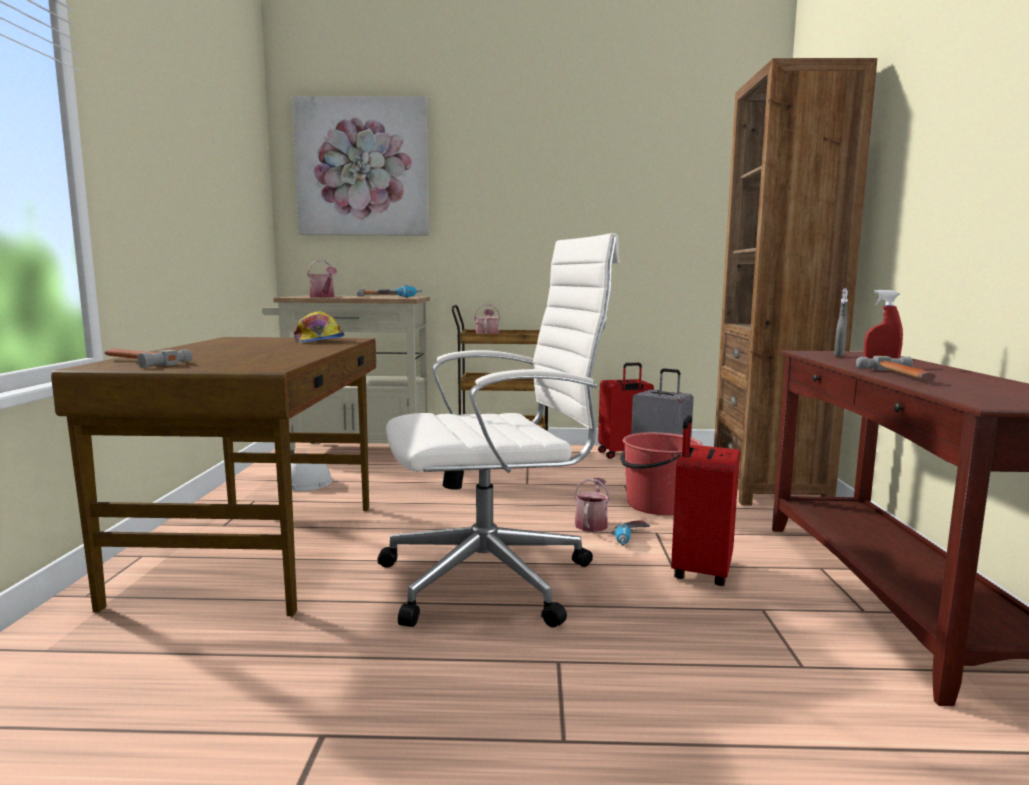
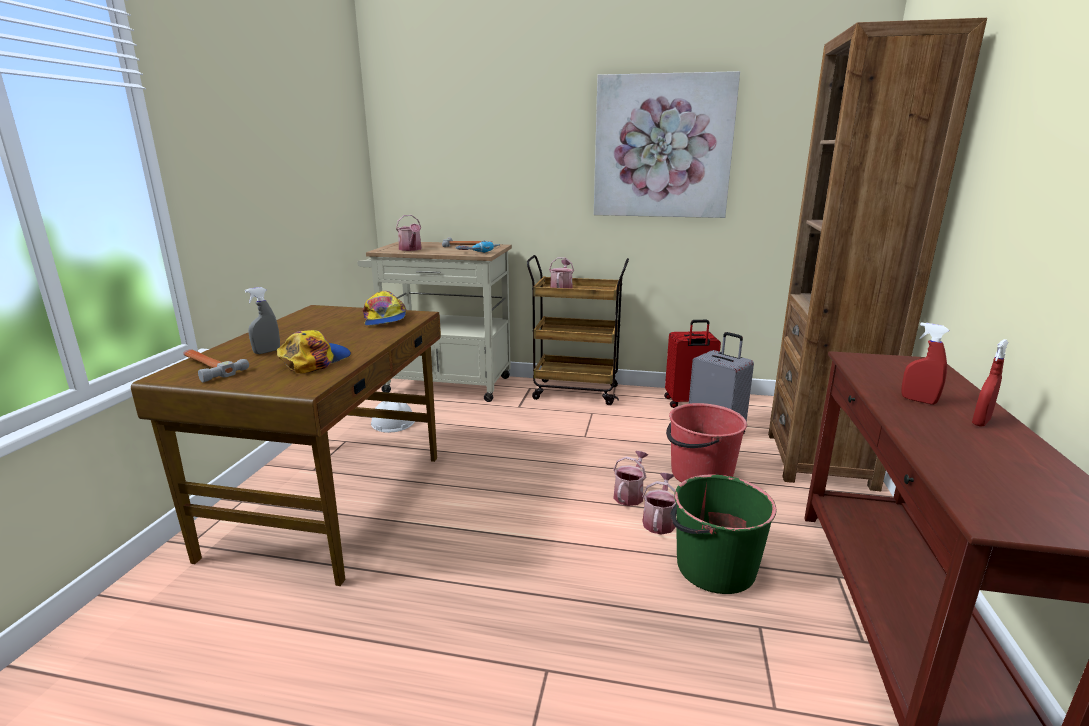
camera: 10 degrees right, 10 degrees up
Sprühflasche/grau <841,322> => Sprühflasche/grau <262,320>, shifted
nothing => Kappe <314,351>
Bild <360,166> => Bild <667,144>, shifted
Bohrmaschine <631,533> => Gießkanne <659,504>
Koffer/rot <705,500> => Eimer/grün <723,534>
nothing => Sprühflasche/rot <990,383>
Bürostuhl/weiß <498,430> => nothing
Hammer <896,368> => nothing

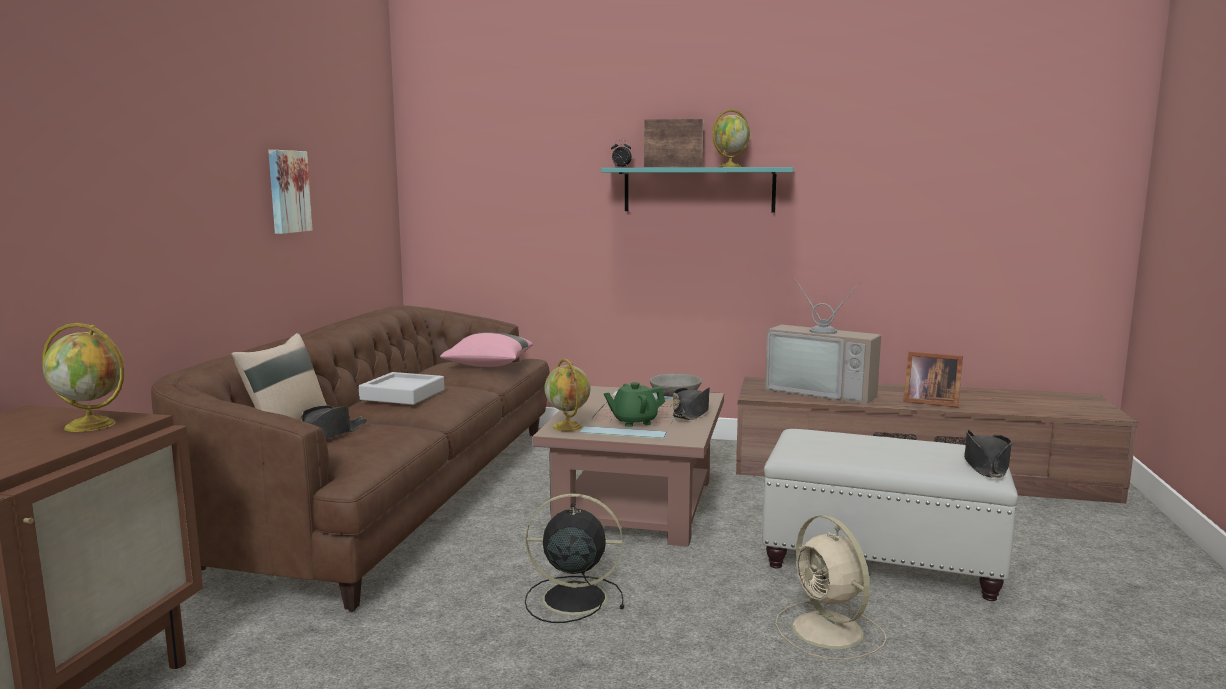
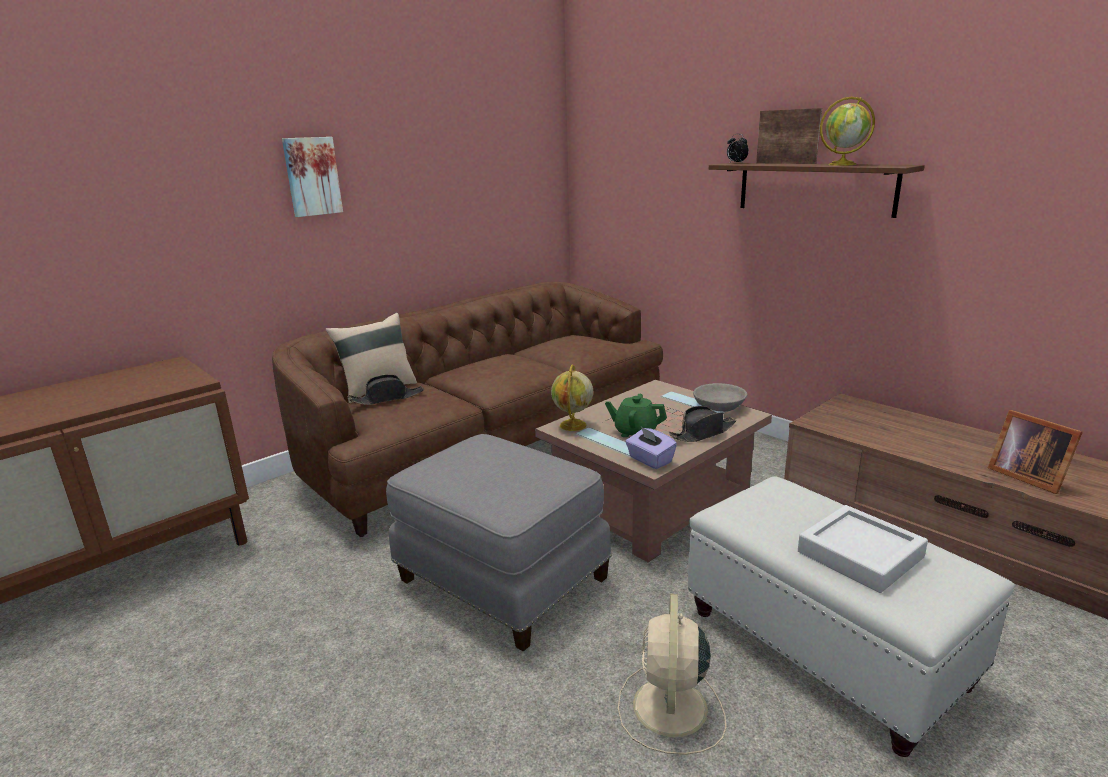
camera: 35 degrees right, 10 degrees up
Bild <290,192> => Bild <312,177>, shifted
Ventilator/schwarz <574,558> => Polsterhocker/grau <499,543>
nothing => Taschentuchbox/lila <651,448>
Wandregal/türkis <697,189> => Wandregal/braun <817,190>
Tablett/grau <401,388> => Tablett/grau <863,549>, shifted
Globus <83,377> => nothing
Kissen/rosa <486,350> => nothing
Fernseher <823,341> => nothing
Hut/schwarz <988,454> => nothing

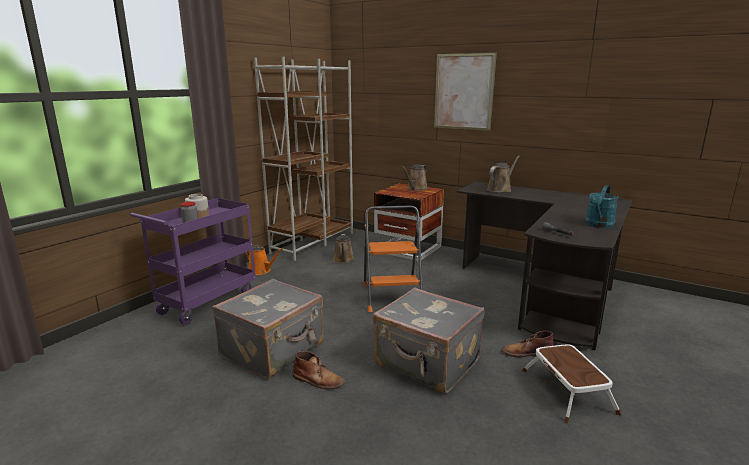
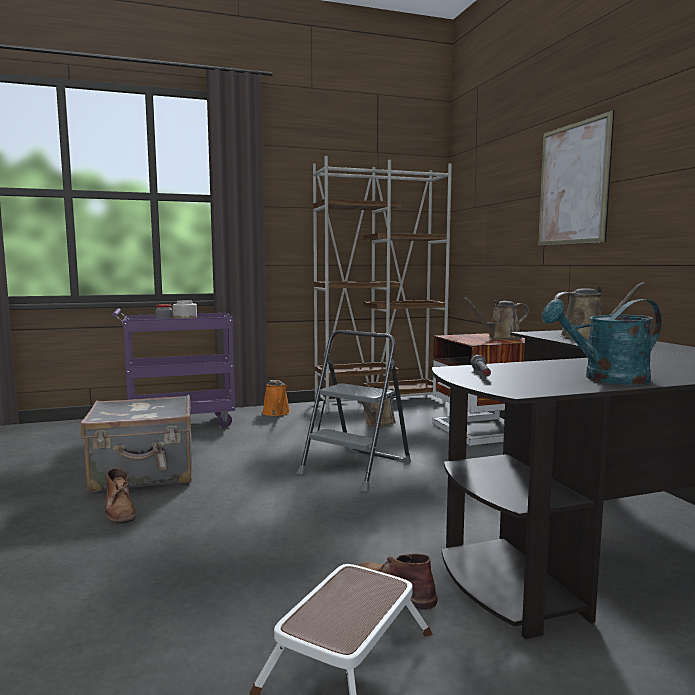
camera: 40 degrees right, 10 degrees down
Trittleiter/orange <392,259> => Trittleiter/grau <354,410>
Koffer/grau <428,341> => nothing

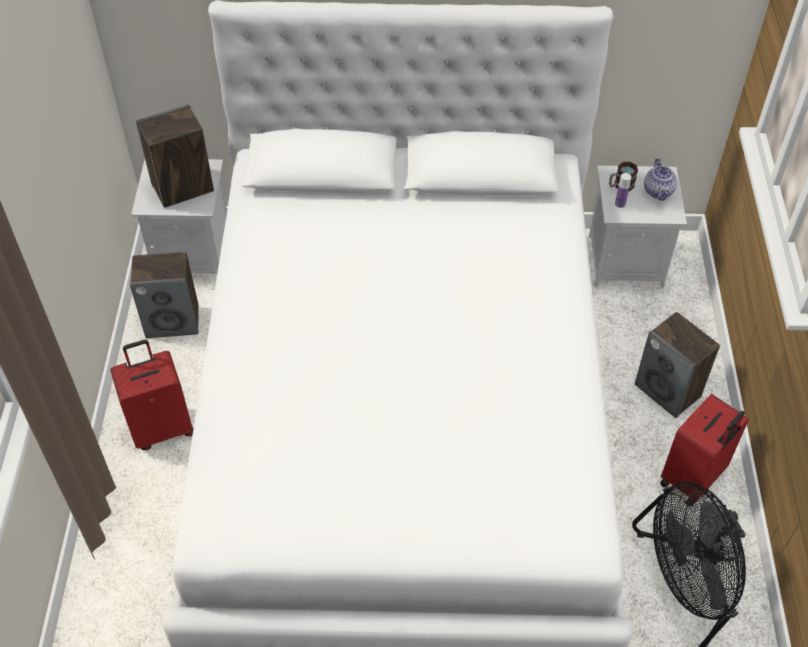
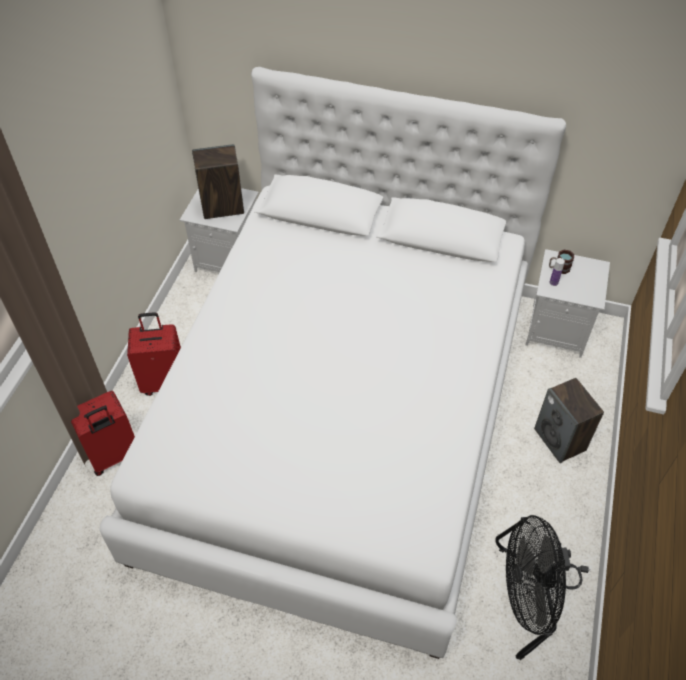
camera: 15 degrees right, 0 degrees up
Koffer/rot <704,450> => Koffer/rot <103,433>, shifted
Lautsprecher <164,295> => nothing
Teekanne <660,179> => nothing

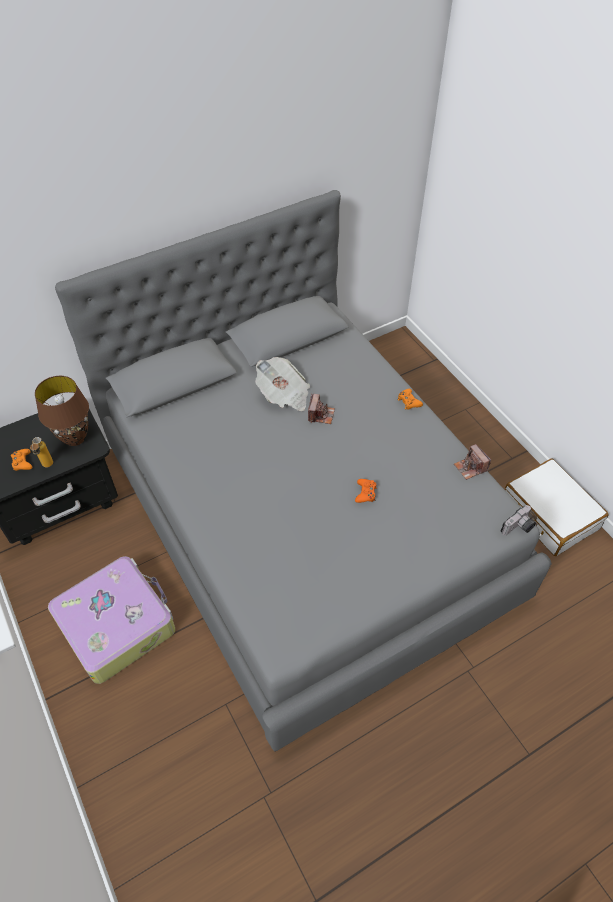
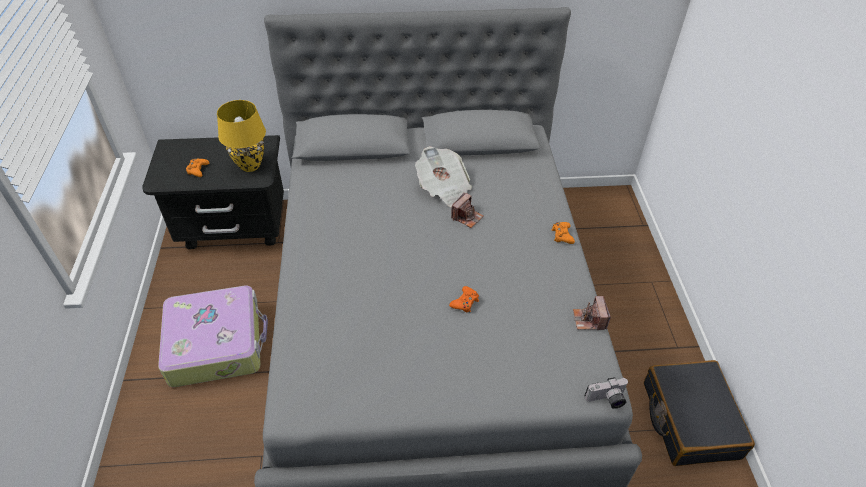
camera: 25 degrees right, 5 degrees down
Tischlampe/braun <62,411> => Tischlampe/gelb <241,136>
Koffer/weiß <557,507> => Koffer/schwarz <699,413>
Flasche <41,452> => nothing

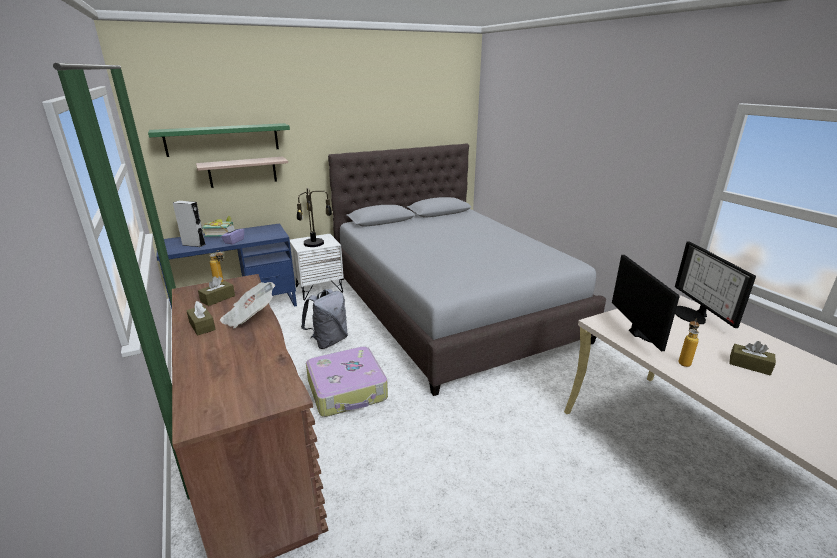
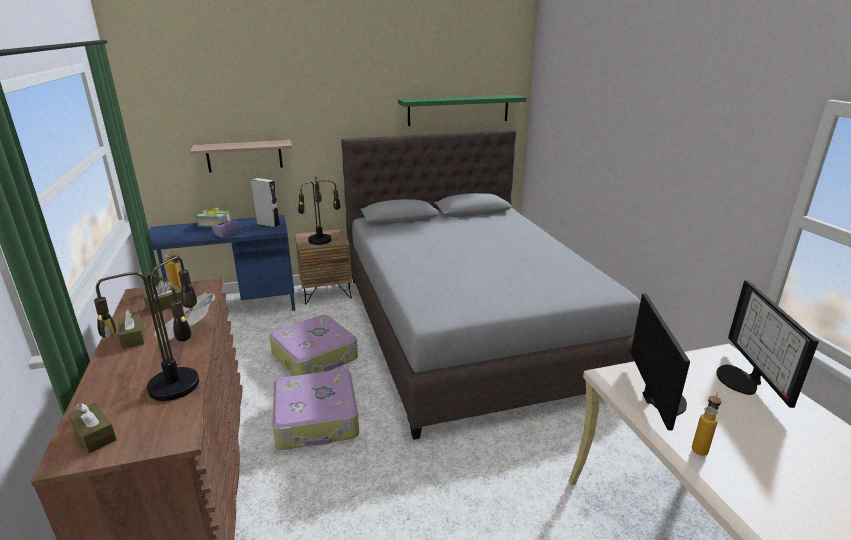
camera: 10 degrees right, 0 degrees up
Taschentuchbox/braun <752,358> => Taschentuchbox/braun <92,428>, shifted
nothing => Tischlampe <146,328>
Lautsprecher/grau <189,224> => Lautsprecher/grau <265,203>, shifted
Rucksack/grau <324,319> => Koffer <313,345>
Nachttisch/weiß <317,267> => Nachttisch/braun <323,266>
Wandregal/grün <219,140> => Wandregal/grün <462,110>, shifted

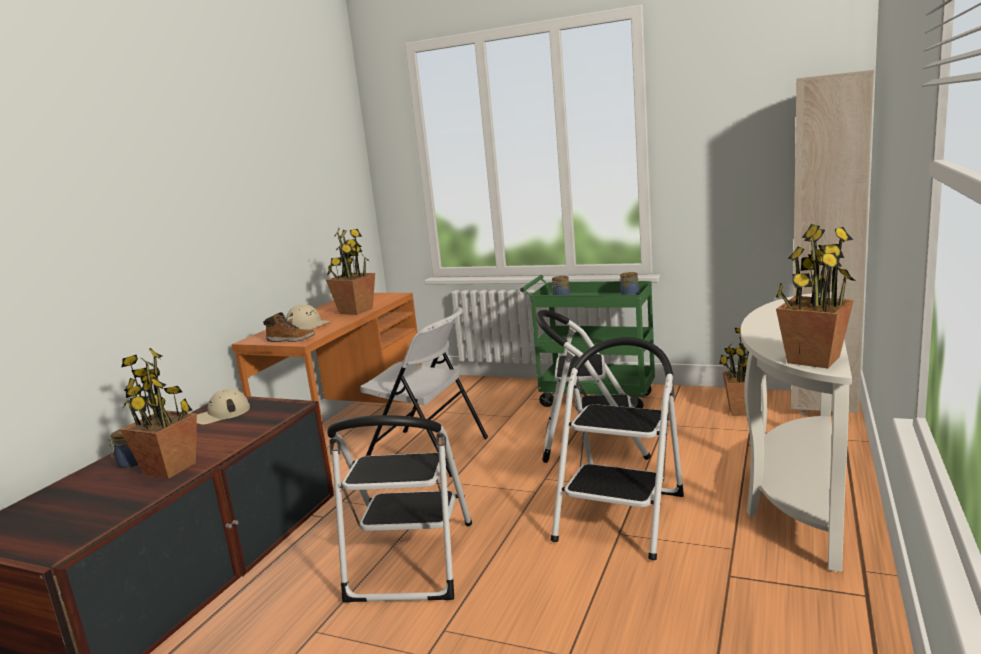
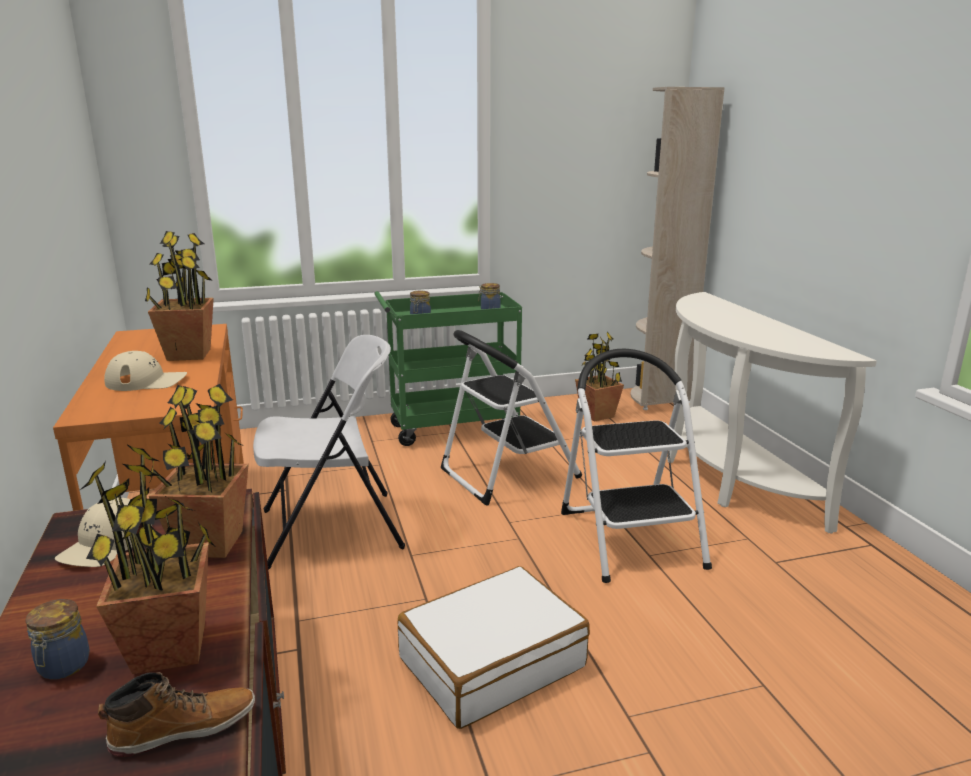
camera: 40 degrees left, 5 degrees up
Stiefel <289,327> => Stiefel <176,714>, shifted
Topfpflanze <815,296> => Topfpflanze <198,471>, shifted
Trittleiter <399,508> => Koffer/weiß <494,647>

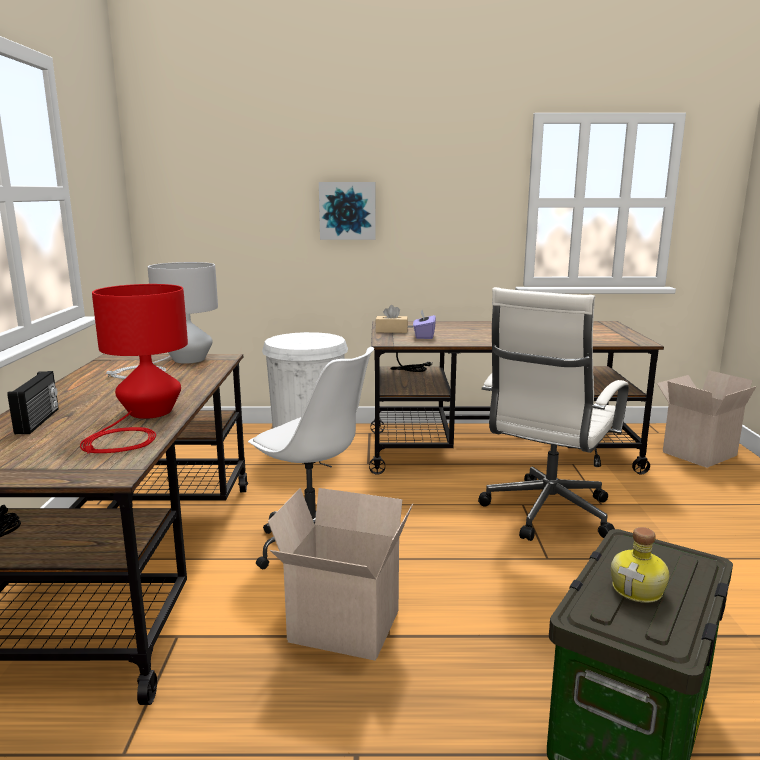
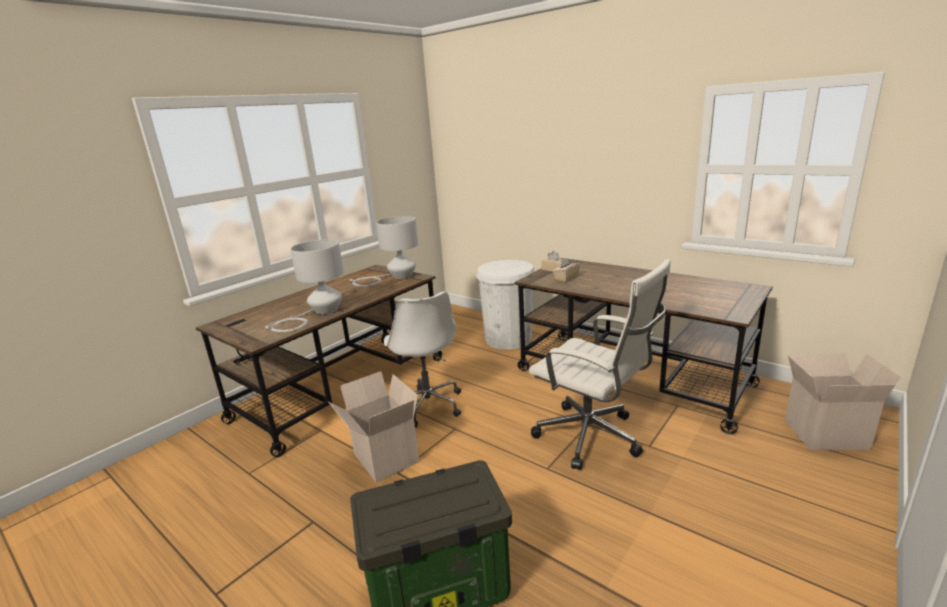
camera: 40 degrees right, 5 degrees up
Tischlampe/rot <134,369> => Tischlampe/weiß <304,286>
Bürostuhl/weiß <553,414> => Bürostuhl/weiß <600,364>, 120 degrees counterclockwise
Taschentuchbox/lila <424,324> => Taschentuchbox/beige <566,269>
Radio <33,402> => nothing
Bild <347,211> => nothing
Flasche <640,565> => nothing

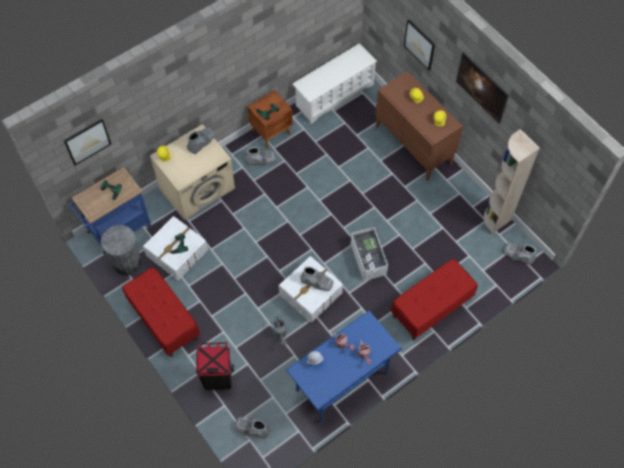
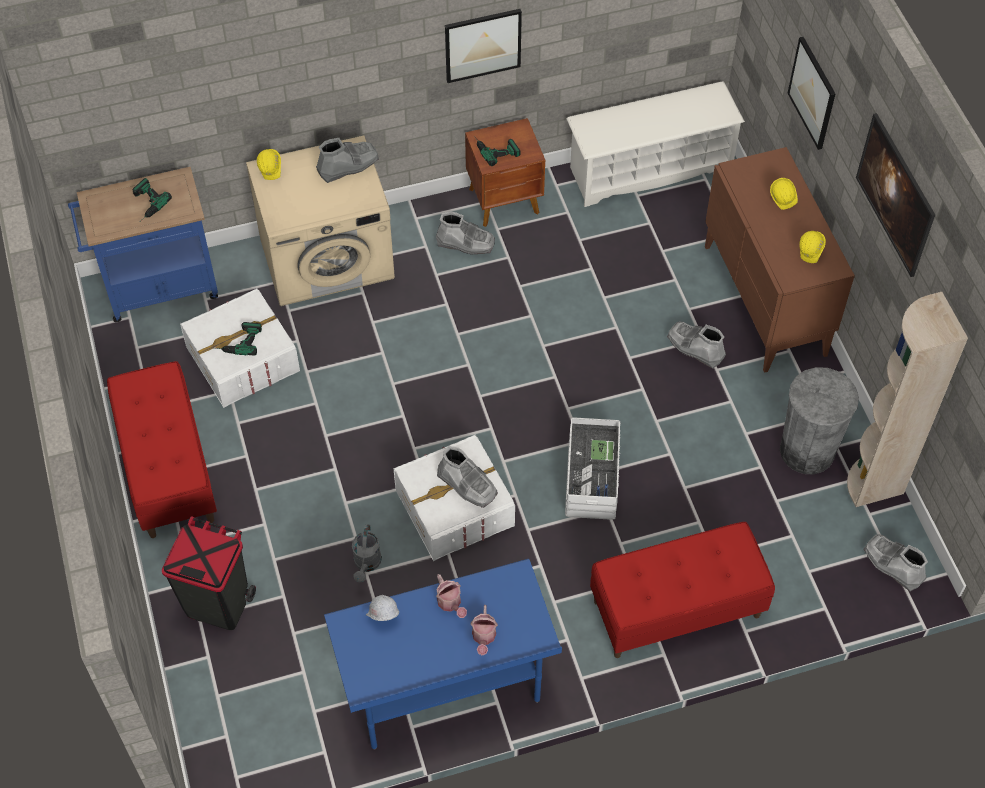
camera: 20 degrees right, 5 degrees down
Bild <87,142> => Bild <483,46>, shifted
Stiefel/grau <252,428> => Stiefel/grau <696,345>, shifted
Mülleimer/grau <121,250> => Mülleimer/grau <819,420>, shifted

